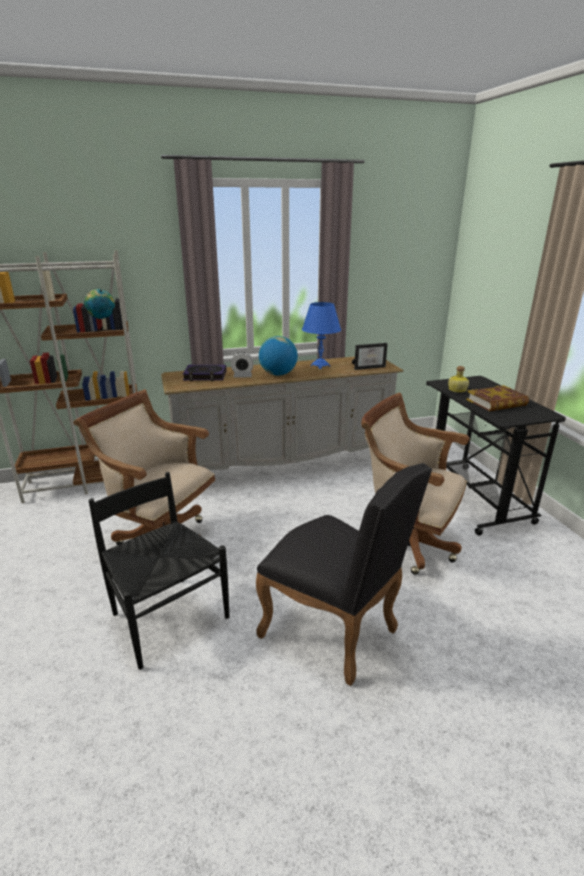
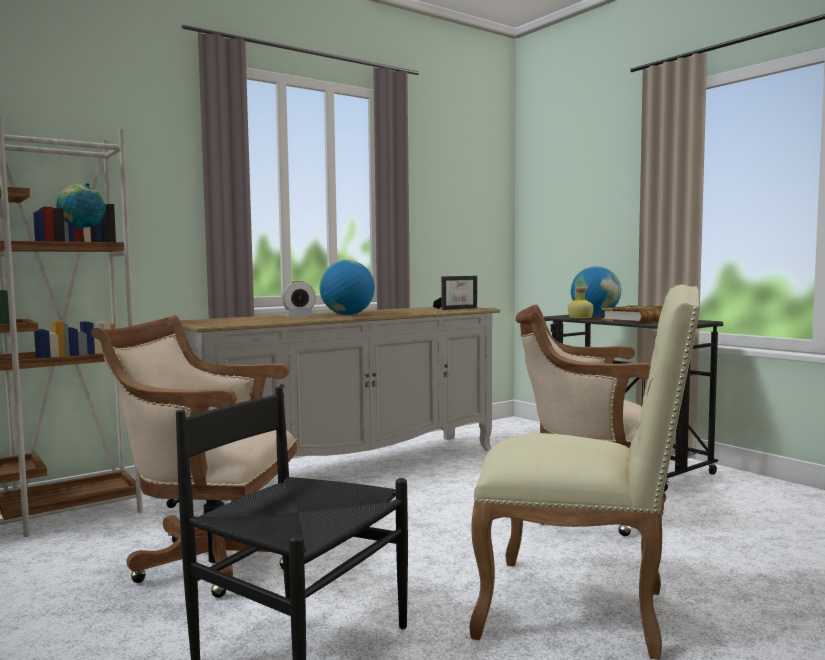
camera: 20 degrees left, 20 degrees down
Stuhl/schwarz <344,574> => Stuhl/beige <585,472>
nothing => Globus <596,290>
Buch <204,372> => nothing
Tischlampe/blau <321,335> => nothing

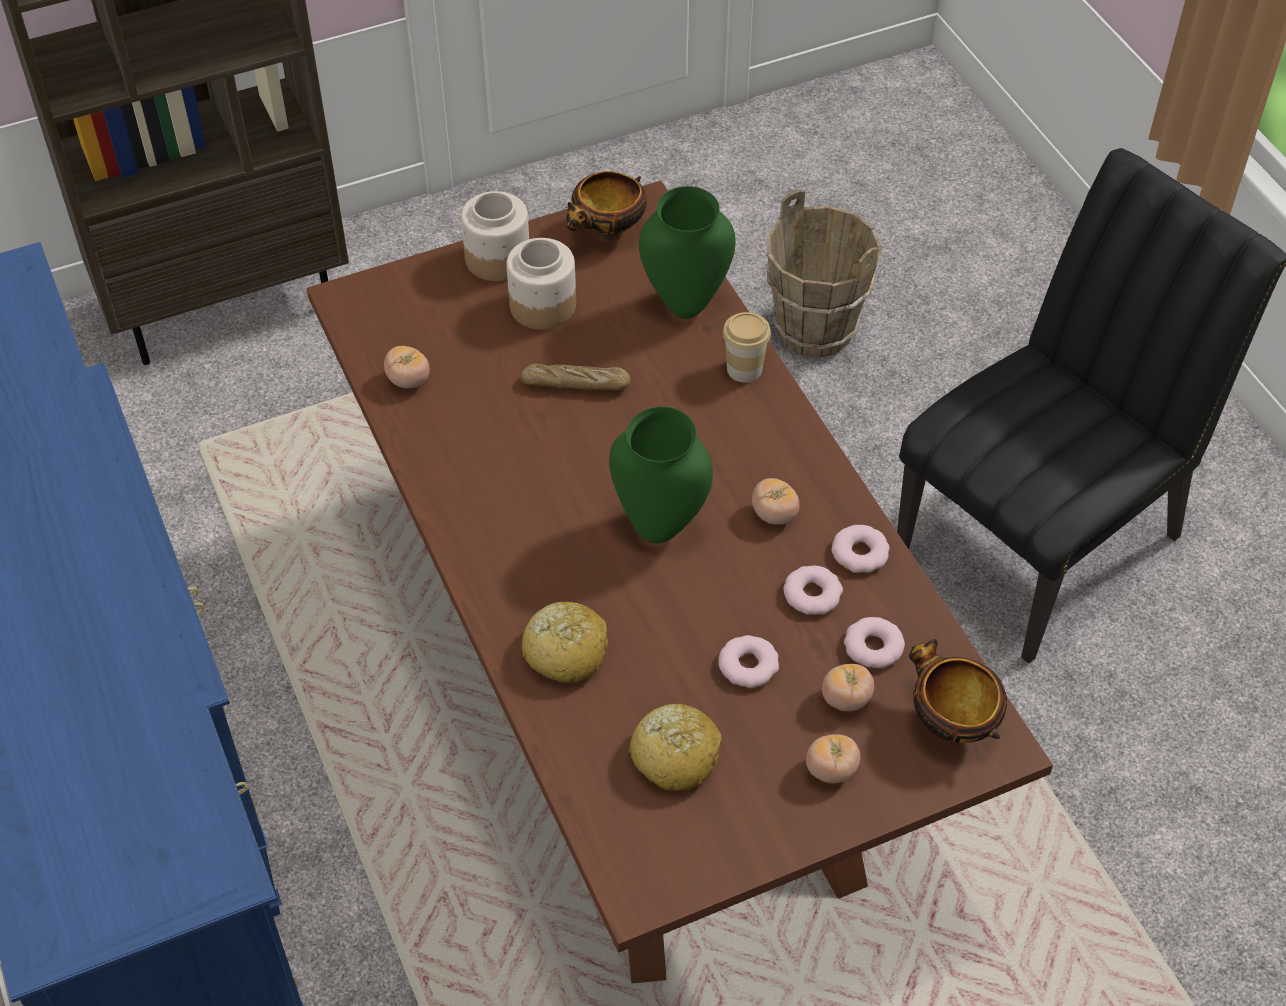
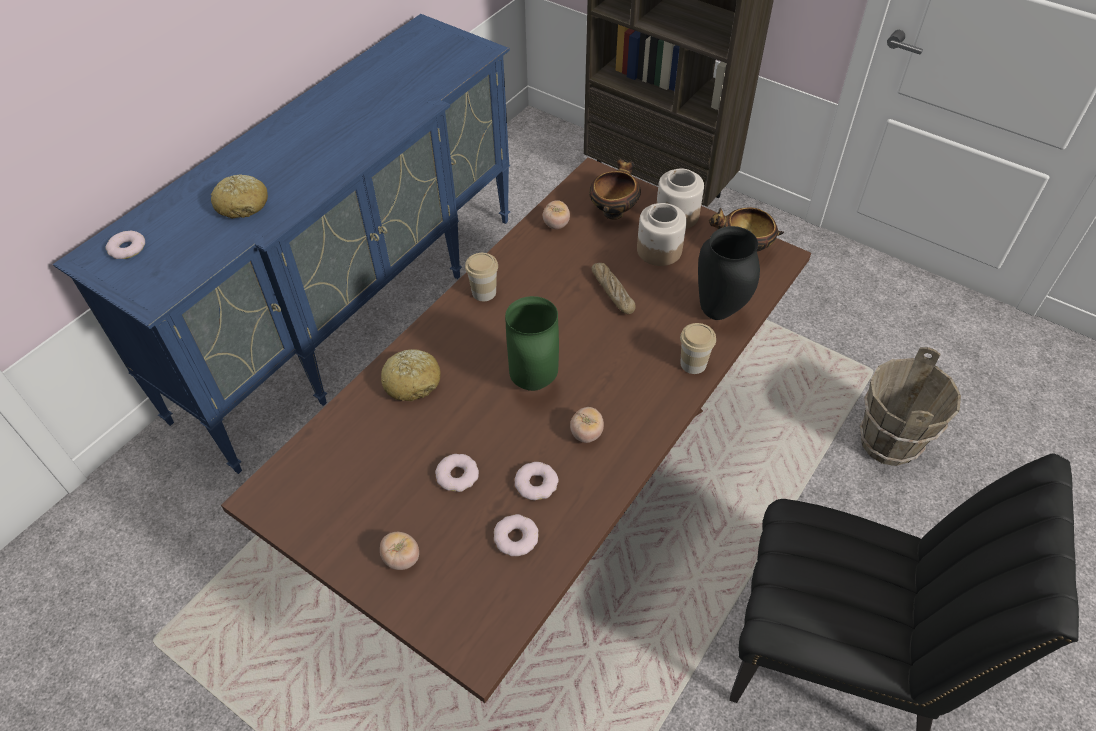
camera: 60 degrees right, 0 degrees up
Donut <860,549> => Donut <125,244>, shifted
Brot <675,747> => Brot <239,196>, shifted
nothing => Tasse <481,277>
Schüssel <958,691> => Schüssel <615,189>, shifted
Vase/grün <687,252> => Vase/schwarz <729,273>
Tomate <848,687> => nothing

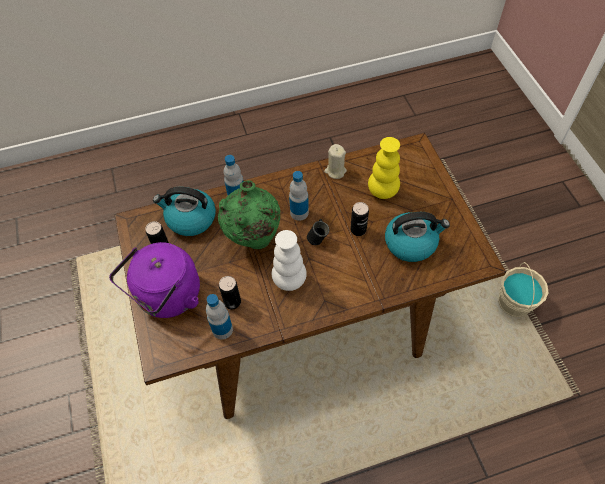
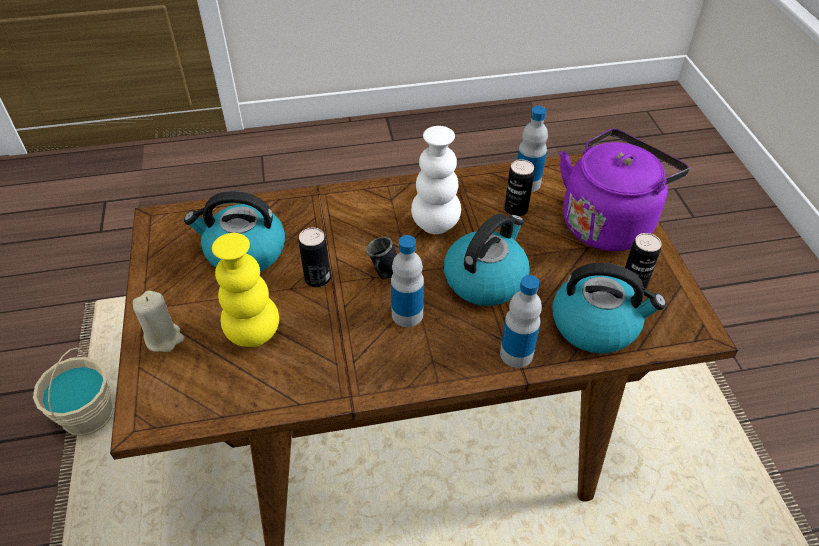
camera: 175 degrees left, 10 degrees down
Kerze/beige <335,161> => Kerze/beige <158,321>, shifted
Vase/grün <249,214> => Wasserkessel <487,260>

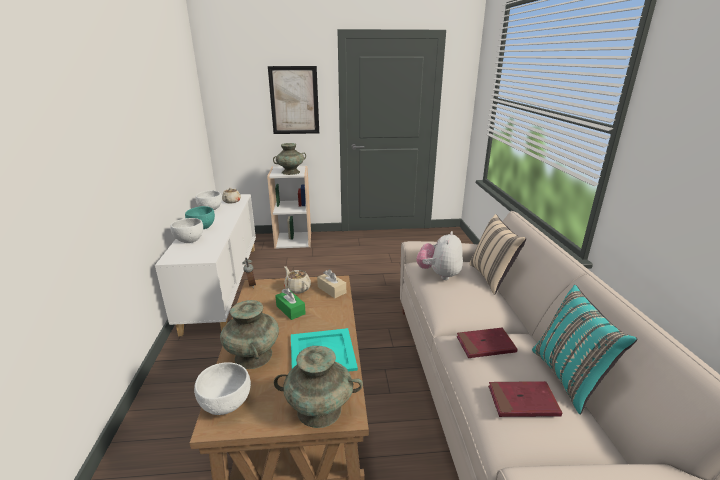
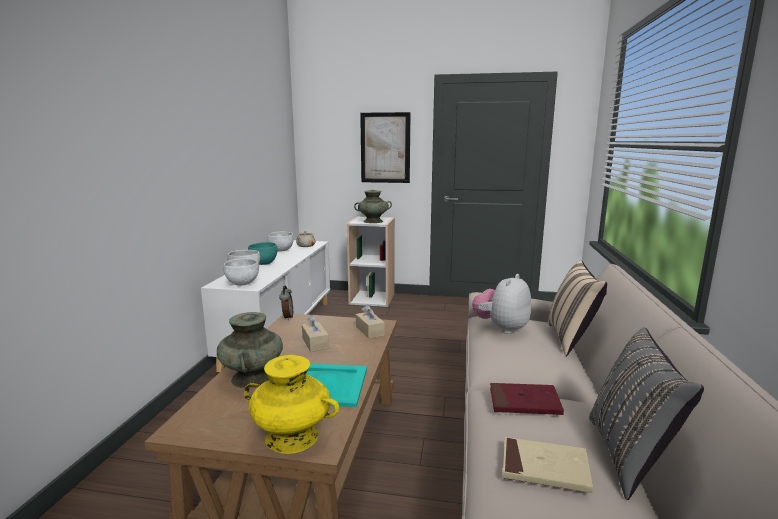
camera: 15 degrees right, 10 degrees down
Schüssel/weiß <222,388> => Schüssel/weiß <241,272>, shifted
Vase/türkis <318,387> => Vase/gelb <291,404>
Taschentuchbox/grün <290,304> => Taschentuchbox/beige <315,334>
Buch/rot <525,399> => Buch/beige <548,465>
Kissen/türkis <584,349> => Kissen/grau <646,413>
Teekanne/beige <297,280> => nothing

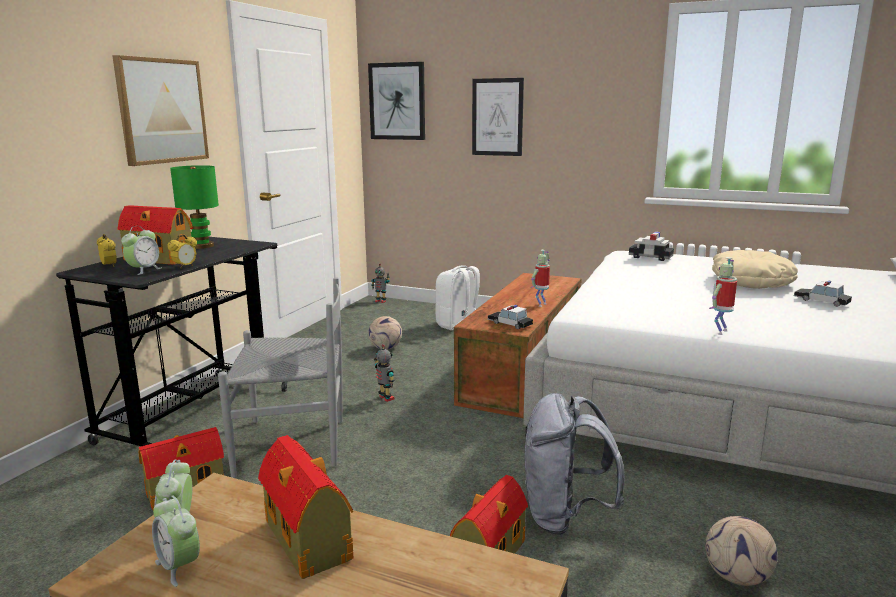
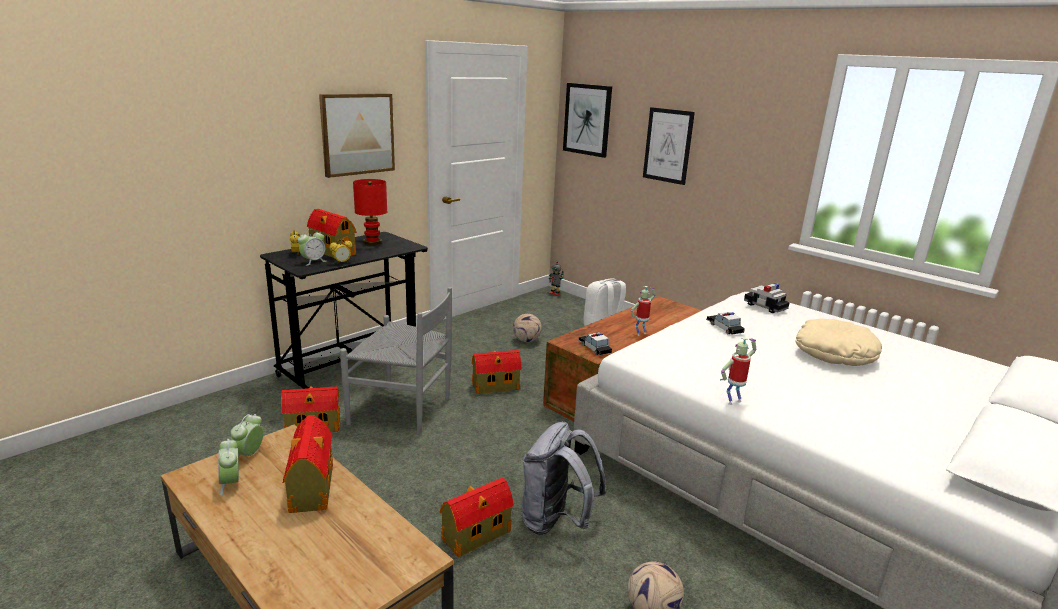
camera: 20 degrees right, 5 degrees up
Tischlampe/grün <194,207> => Tischlampe/rot <370,212>
Spielzeugroboter <384,373> => Spielzeughaus <496,372>
Spielzeugauto <822,294> => Spielzeugauto <725,323>, shifted

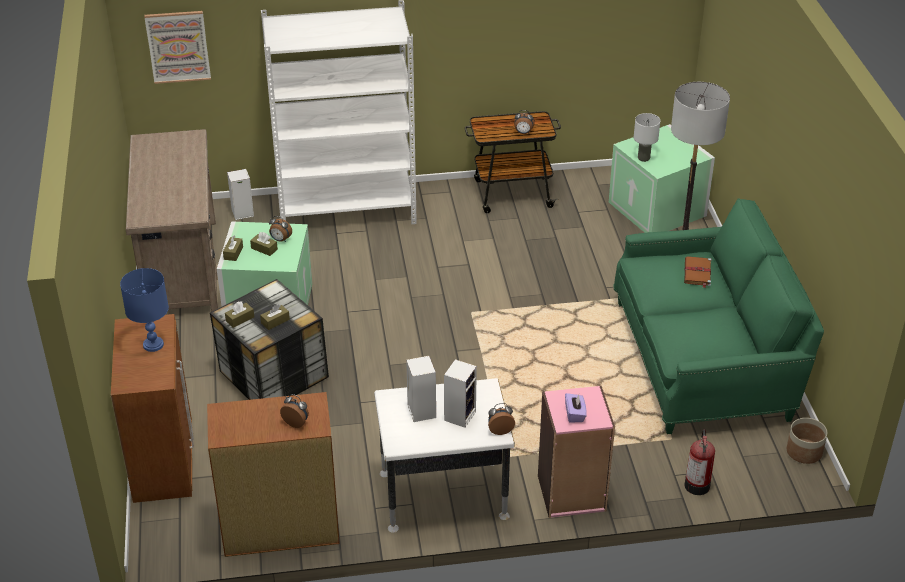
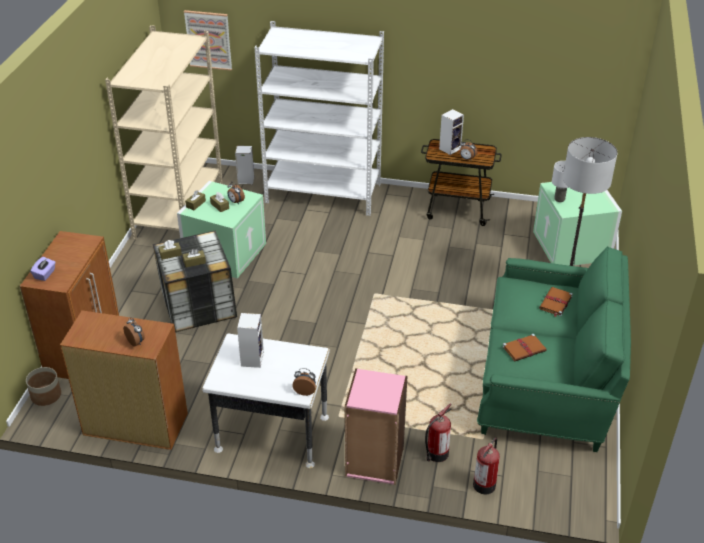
camera: 20 degrees right, 0 degrees up
Pflanzkübel <807,441> => Pflanzkübel <43,386>, shifted
Taschentuchbox/lila <576,408> => Taschentuchbox/lila <43,269>, shifted
Schreibtisch/braun <172,220> => Bücherregal/beige <164,132>
nothing => Feuerlöscher <438,432>
Lautsprecher <460,393> => Lautsprecher <451,132>, shifted
nothing => Buch/braun <524,347>
Tischlampe/blau <144,310> => nothing

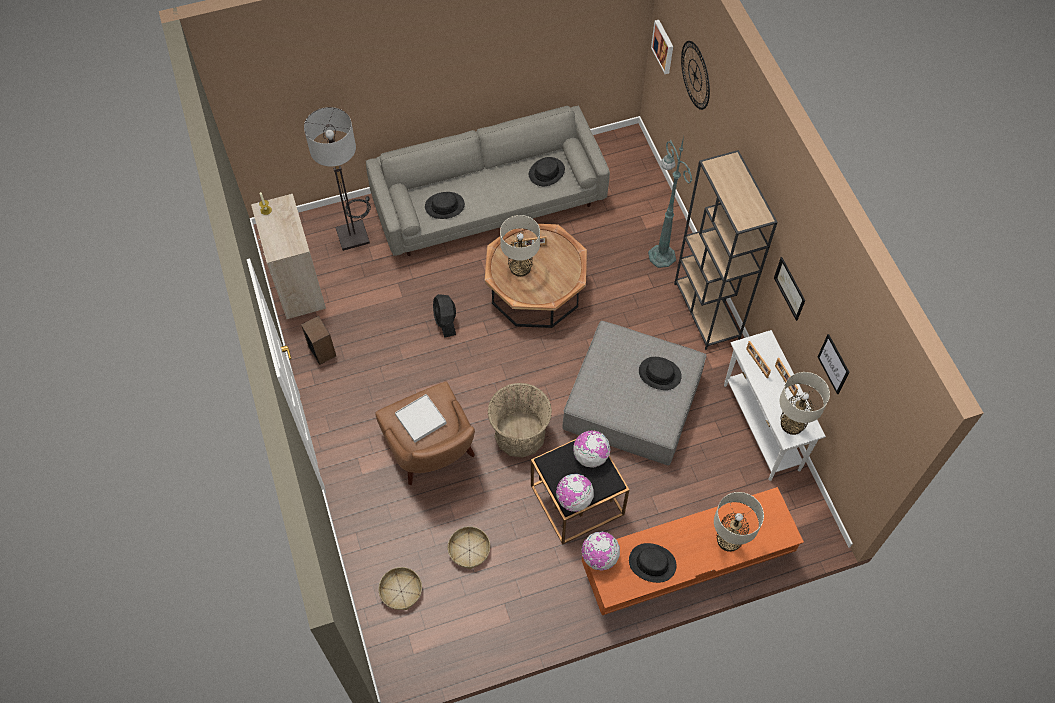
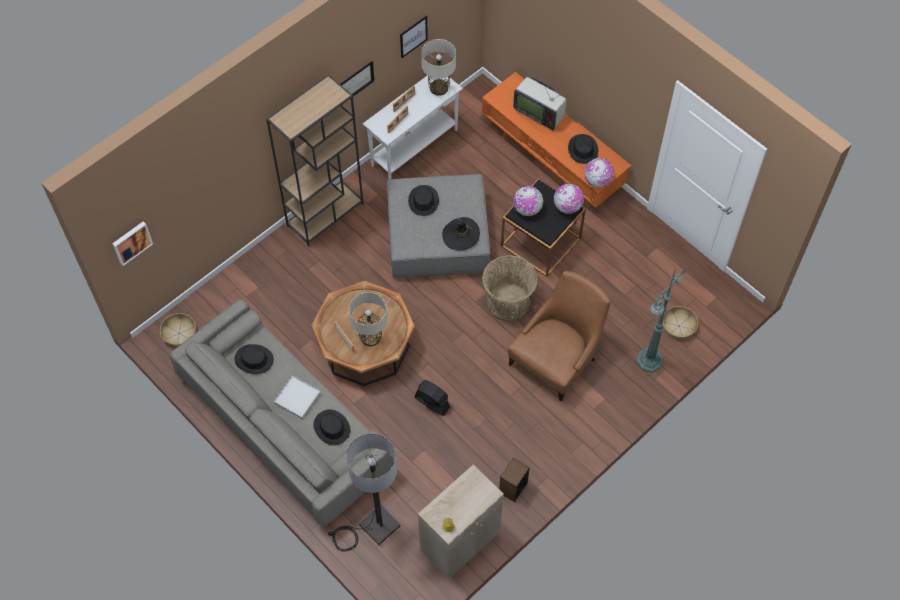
camera: 115 degrees left, 0 degrees up
Korb <469,547> => Korb <178,330>, shifted
Tablett/weiß <421,418> => Tablett/weiß <297,397>, shifted
Ventilator/schwarz <444,316> => Ventilator/schwarz <432,398>, 105 degrees counterclockwise
nothing => Hut/schwarz <461,234>
Tischlampe <739,522> => Fernseher <540,103>
Stehlampe/grün <670,202> => Stehlampe/grün <660,320>, shifted
Wanduhr <695,75> => nothing

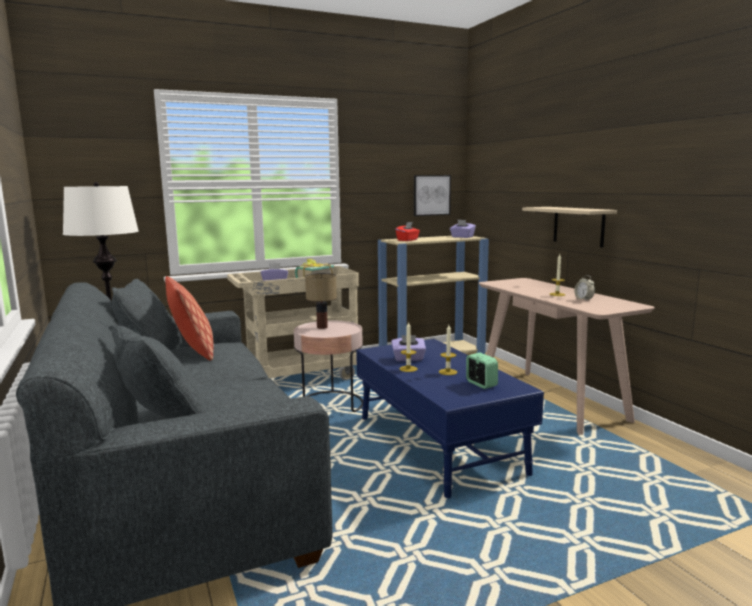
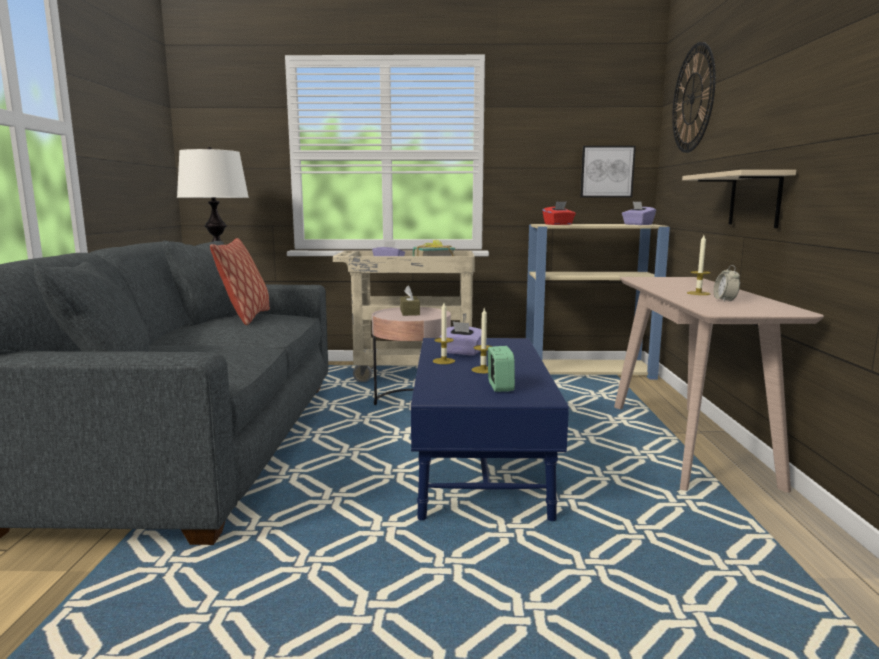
camera: 25 degrees right, 0 degrees up
Tischlampe <321,301> => Taschentuchbox/braun <410,301>
nothing => Wanduhr <694,97>

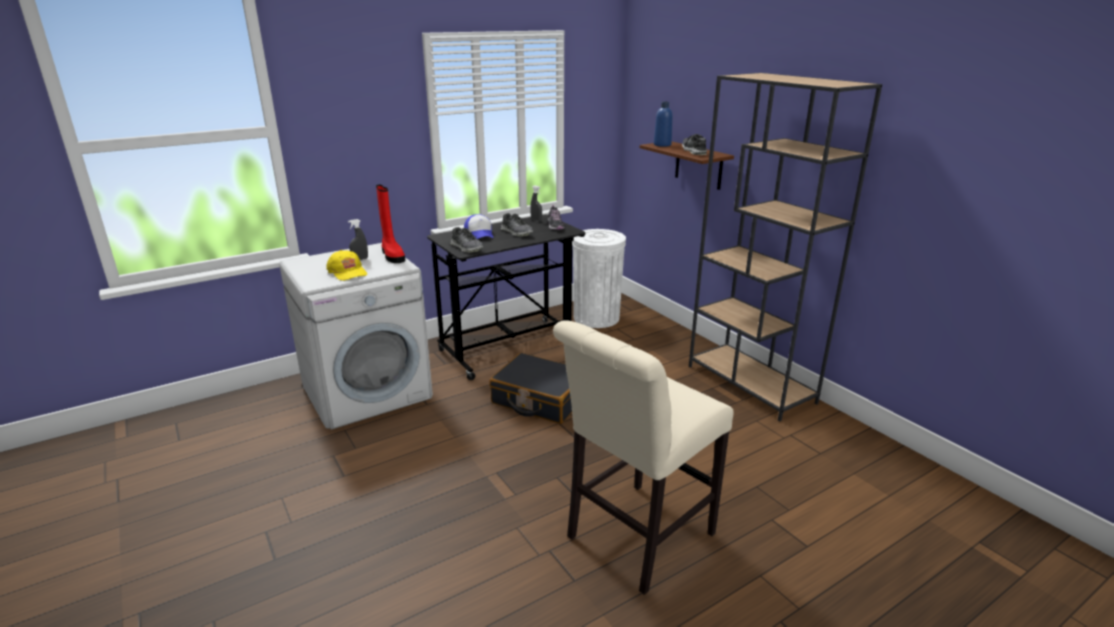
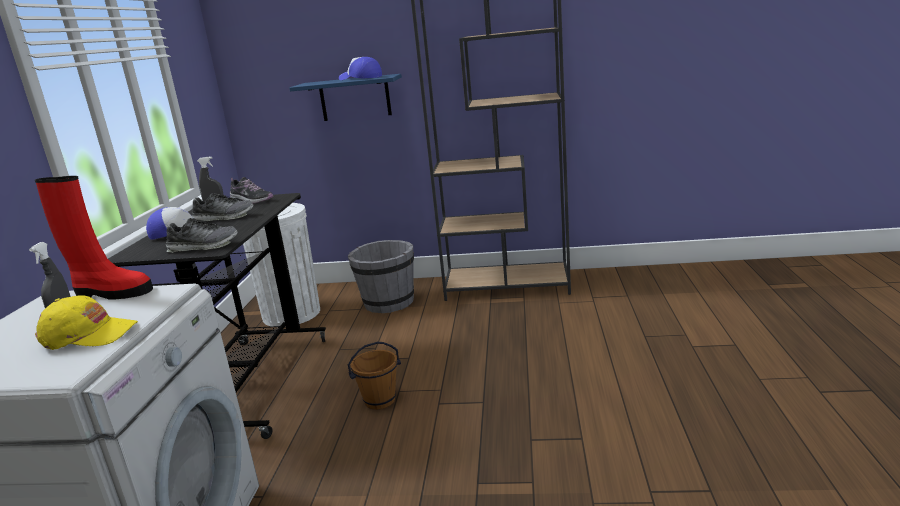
camera: 50 degrees left, 5 degrees down
Wandregal/braun <687,166> => Wandregal/blau <345,97>
Schuh <694,144> => Kappe <360,68>
nothing => Eimer/grau <381,276>
Koffer/schwarz <530,388> => Eimer/braun <374,376>
Hocker/beige <643,457> => nothing
Flasche/blau <663,124> => nothing

